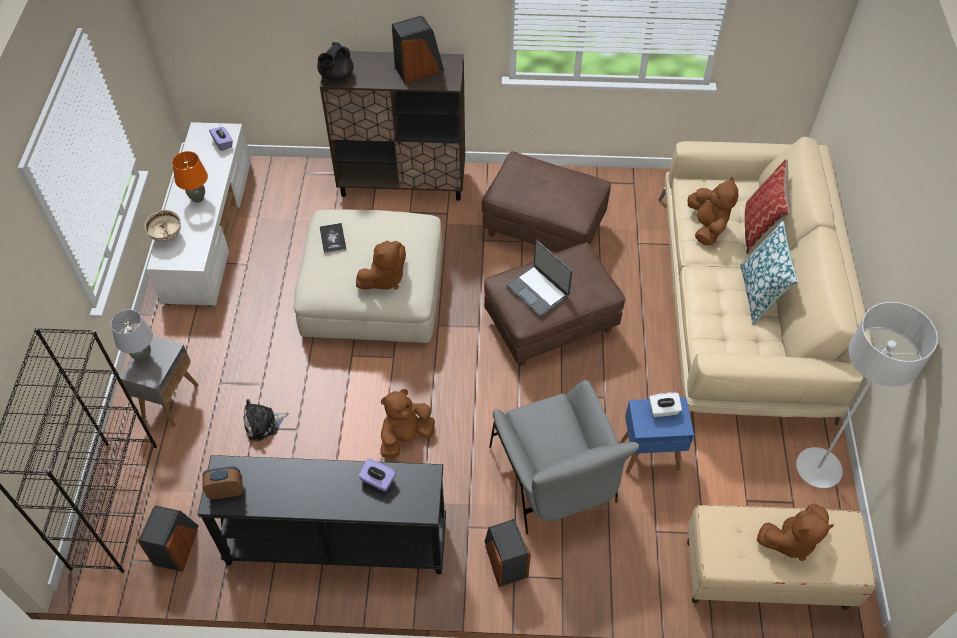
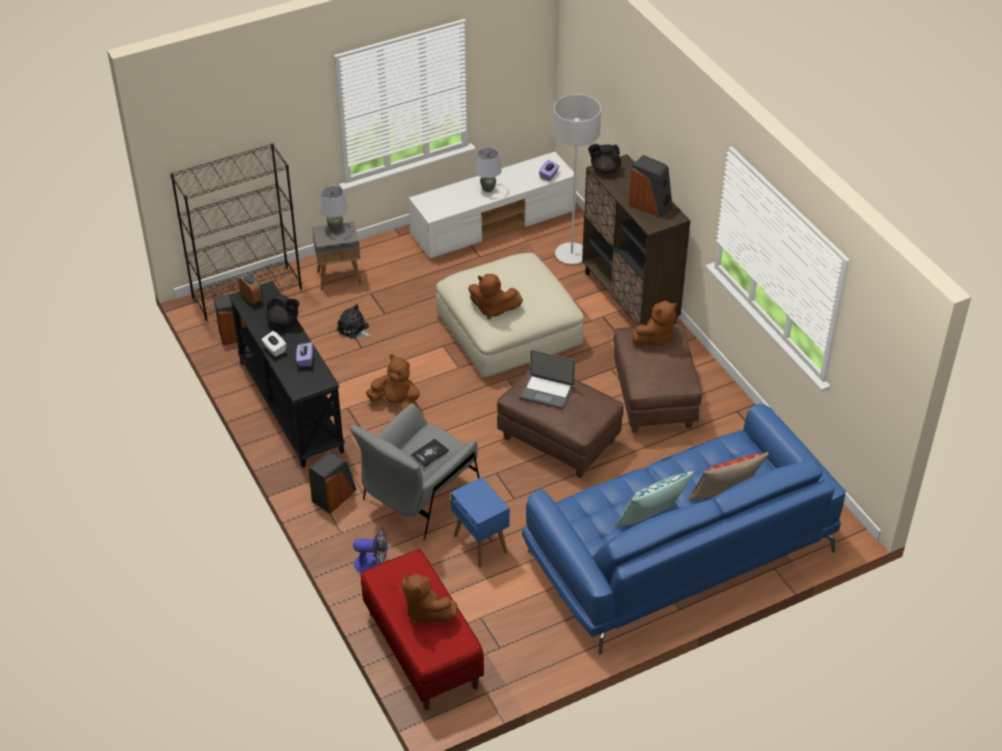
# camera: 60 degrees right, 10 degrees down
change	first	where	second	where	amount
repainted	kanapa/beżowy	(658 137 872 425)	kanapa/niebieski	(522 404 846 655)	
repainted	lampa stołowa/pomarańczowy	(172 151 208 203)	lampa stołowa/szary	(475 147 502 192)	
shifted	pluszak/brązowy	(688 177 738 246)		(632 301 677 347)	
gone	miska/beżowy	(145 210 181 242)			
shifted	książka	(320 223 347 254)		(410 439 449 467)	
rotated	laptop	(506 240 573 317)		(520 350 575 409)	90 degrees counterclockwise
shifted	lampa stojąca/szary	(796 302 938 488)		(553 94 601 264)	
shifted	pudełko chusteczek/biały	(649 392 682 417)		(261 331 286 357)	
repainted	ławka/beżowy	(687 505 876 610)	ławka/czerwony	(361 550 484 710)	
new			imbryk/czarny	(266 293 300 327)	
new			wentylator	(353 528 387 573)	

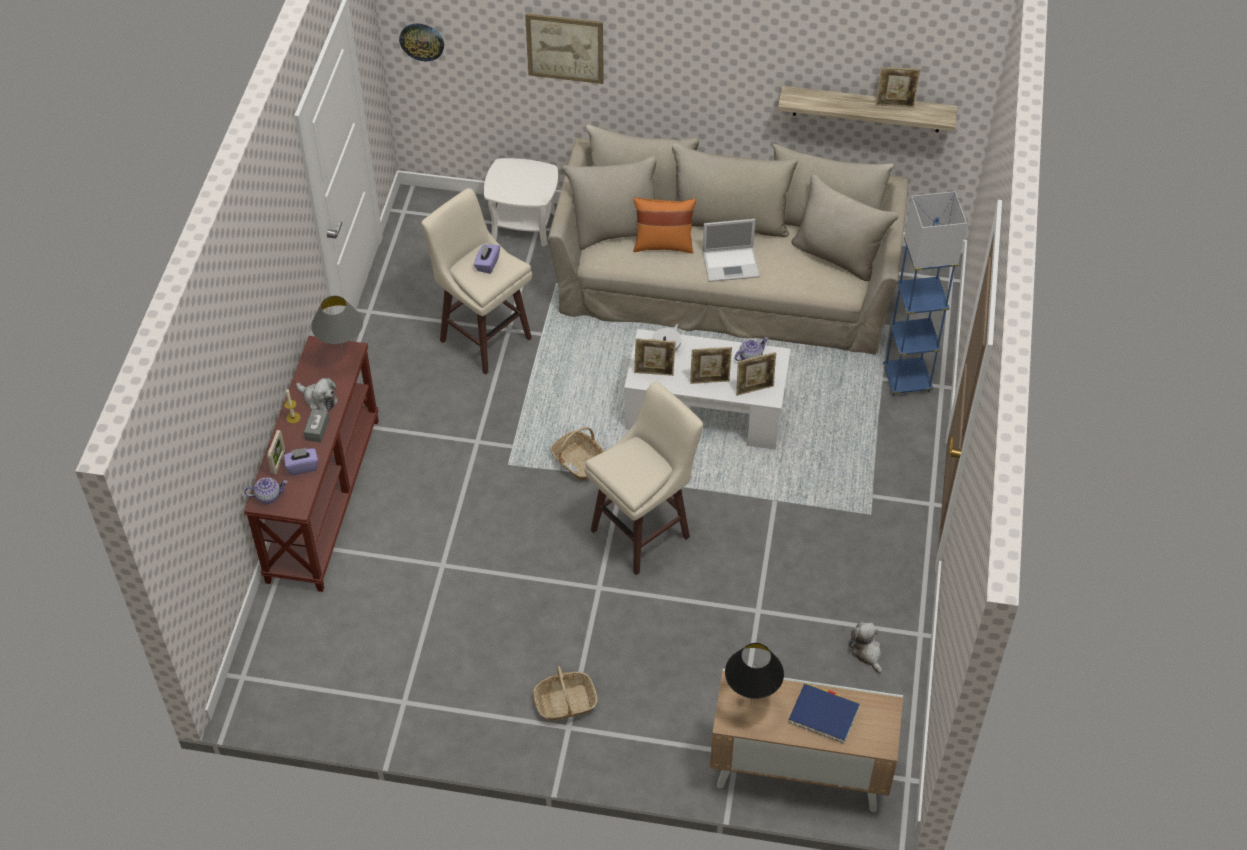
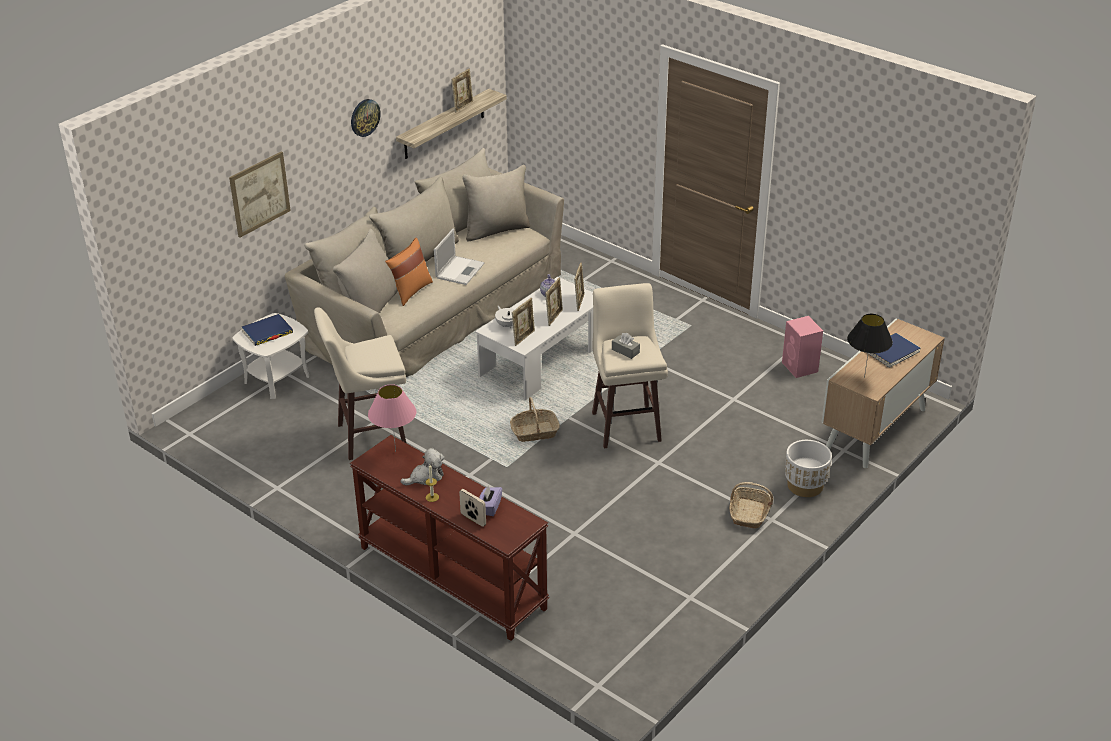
# camera: 60 degrees left, 15 degrees down
change	first	where	second	where	amount
shifted	zegar ścienny	(399 24 444 61)		(351 99 380 137)	
gone	lampa stojąca/niebieski	(883 191 967 396)			
gone	pudełko chusteczek/fioletowy	(474 244 500 274)			
repainted	lampa stołowa/szary	(311 296 363 360)	lampa stołowa/różowy	(368 384 416 452)	
shifted	pudełko chusteczek/szary	(304 409 329 442)		(612 333 640 359)	
gone	imbryk	(244 477 288 504)			
swapped	pluszak	(849 622 882 674)	głośnik/różowy	(782 316 823 378)	
new			książka/niebieski	(241 314 293 346)	
new			donica/biały	(785 440 832 497)	

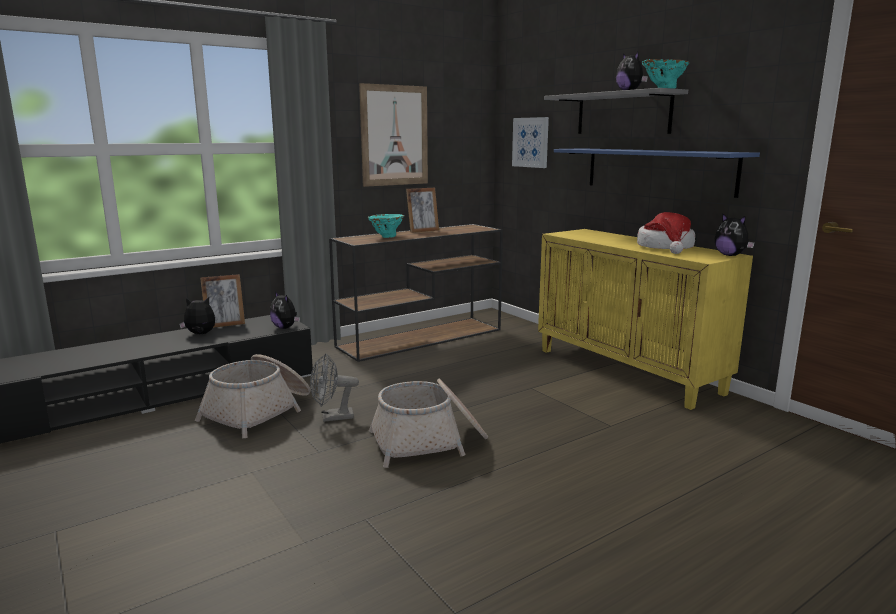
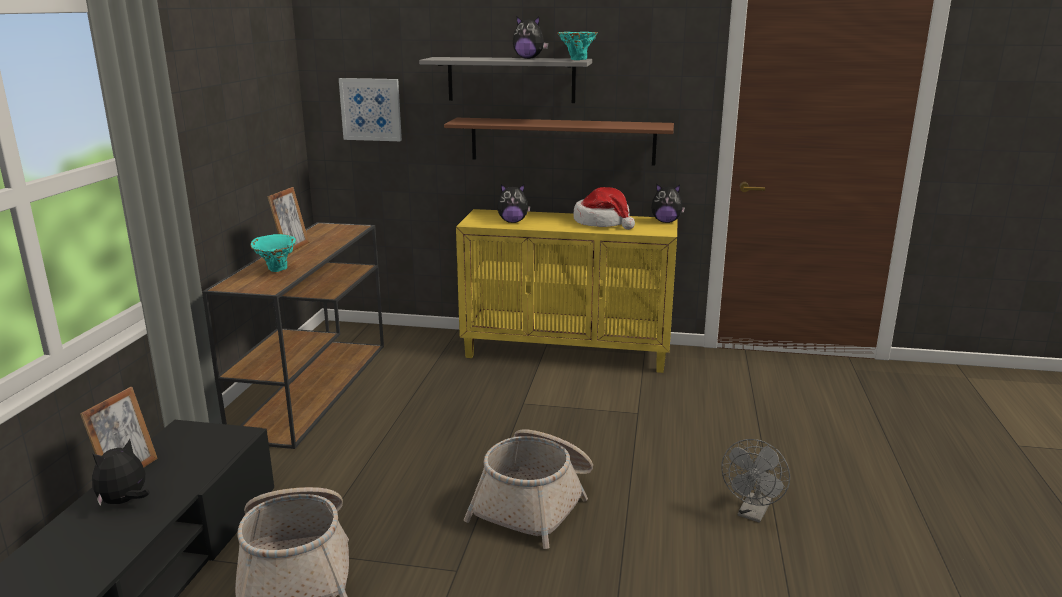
# camera: 45 degrees left, 5 degrees up
change	first	where	second	where	amount
gone	obraz	(359 83 428 187)			
repainted	półka/niebieski	(554 148 760 198)	półka/brązowy	(444 118 674 166)	
shifted	pluszak	(270 292 300 329)		(497 184 531 223)	
shifted	wentylator/szary	(310 353 359 422)		(721 439 790 523)	

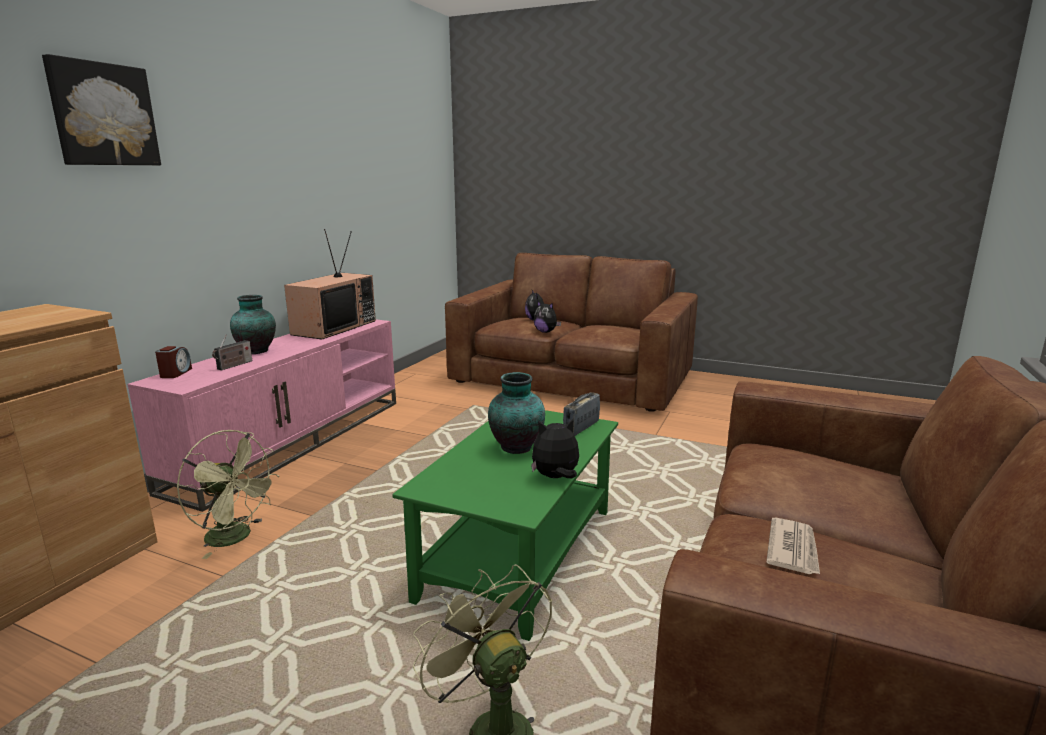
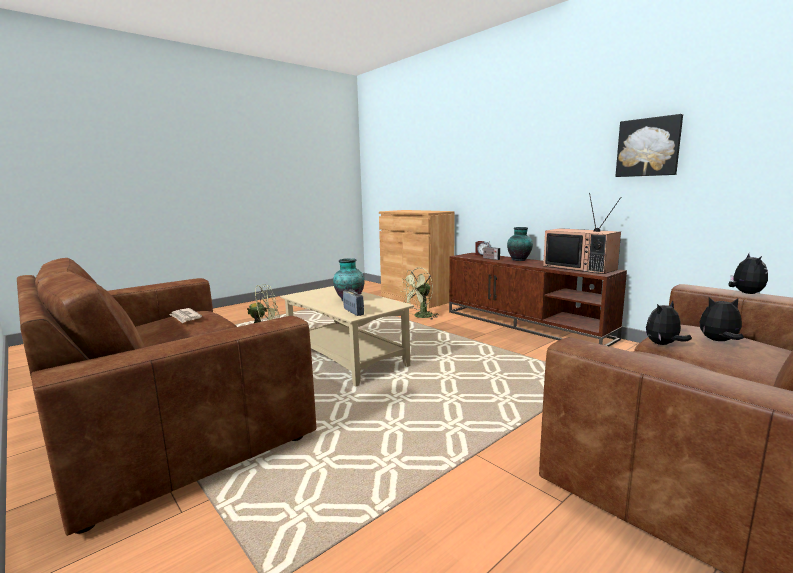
# camera: 115 degrees right, 5 degrees down
change	first	where	second	where	amount
shifted	obraz	(42 54 161 165)		(615 114 683 177)	
repainted	szafka pod telewizor/różowy	(127 319 396 512)	szafka pod telewizor/brązowy	(449 253 627 346)	
repainted	ława/zielony	(392 410 618 641)	ława/beżowy	(280 286 414 387)	
shifted	pluszak	(531 419 579 478)		(729 253 768 294)	

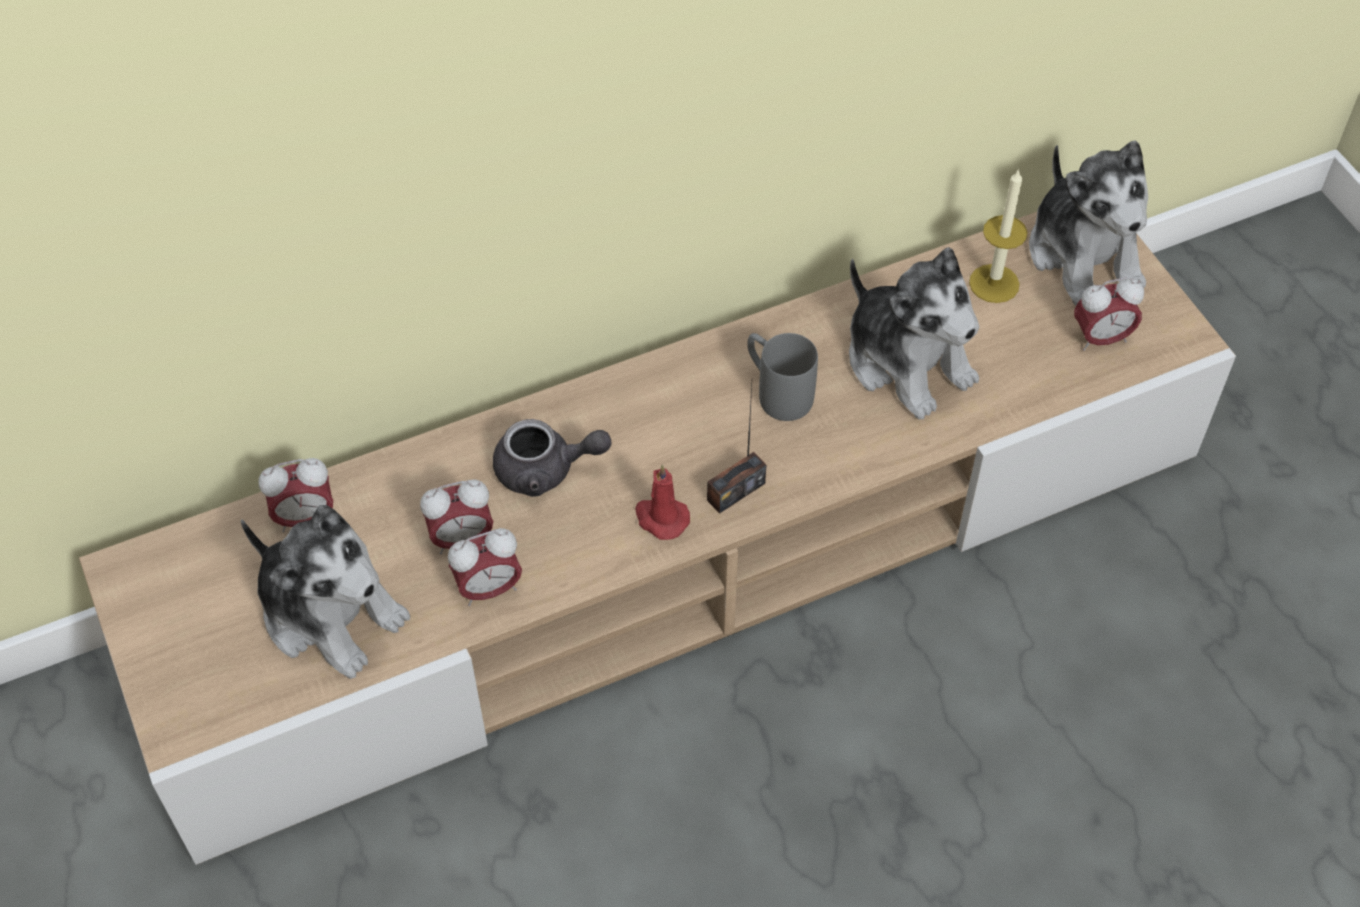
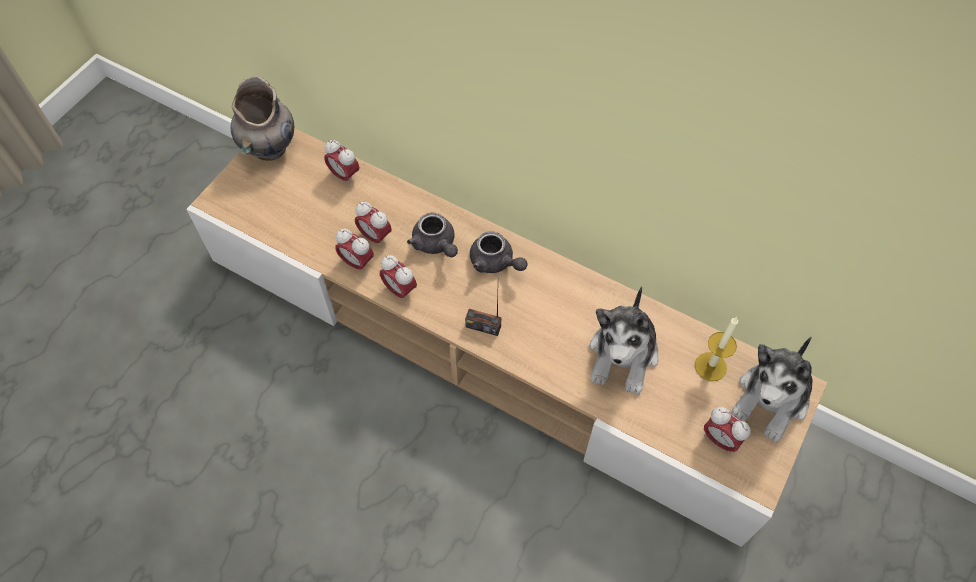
# camera: 55 degrees right, 5 degrees up
change	first	where	second	where	amount
gone	kubek/szary	(747 333 818 421)			
gone	świeca/czerwony	(635 464 690 540)			
gone	pluszak	(241 505 410 679)			
new			wazon/szary	(231 76 294 161)	
new			imbryk/szary	(470 231 528 273)	
new			budzik	(380 255 417 302)	

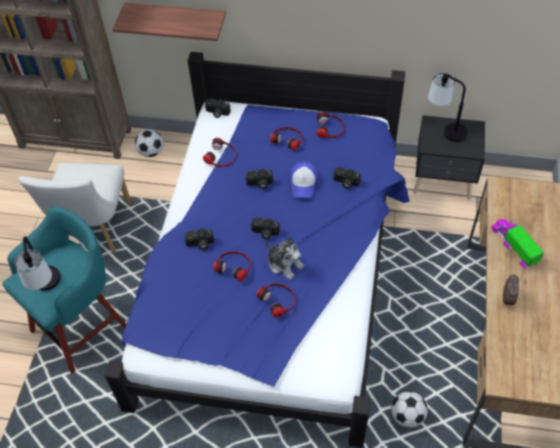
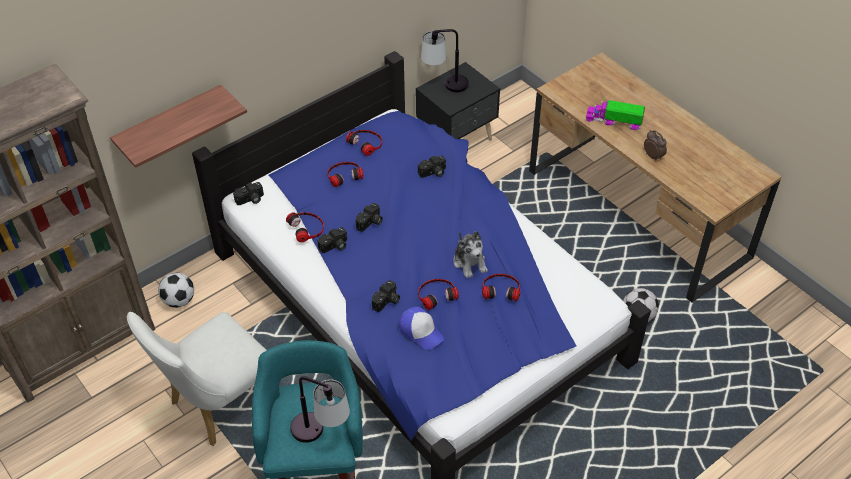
# camera: 50 degrees left, 5 degrees down
change	first	where	second	where	amount
shifted	czapka z daszkiem	(291 162 318 198)		(399 307 444 350)	
rotated	krzesło/biały	(18 163 131 254)		(127 312 266 446)	90 degrees clockwise
shifted	aparat fotograficzny	(251 217 280 240)		(318 227 347 253)	
rotated	pluszak	(265 237 304 280)		(453 231 488 278)	75 degrees clockwise

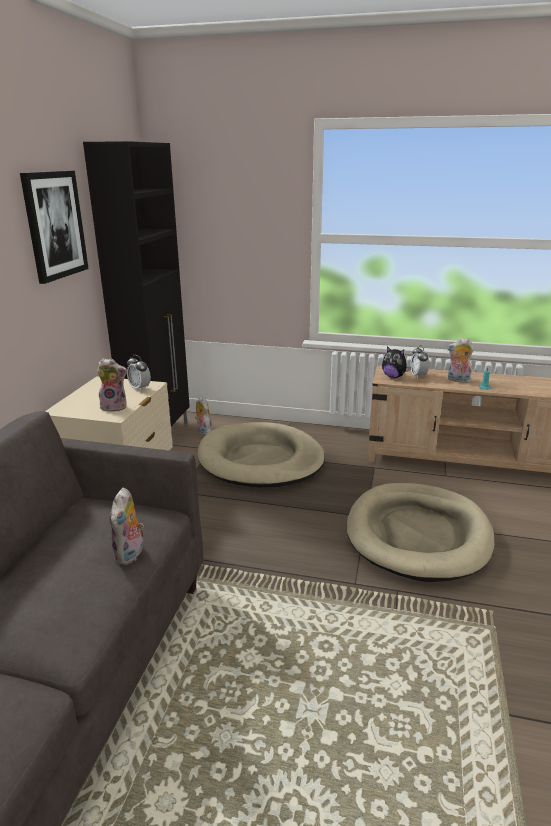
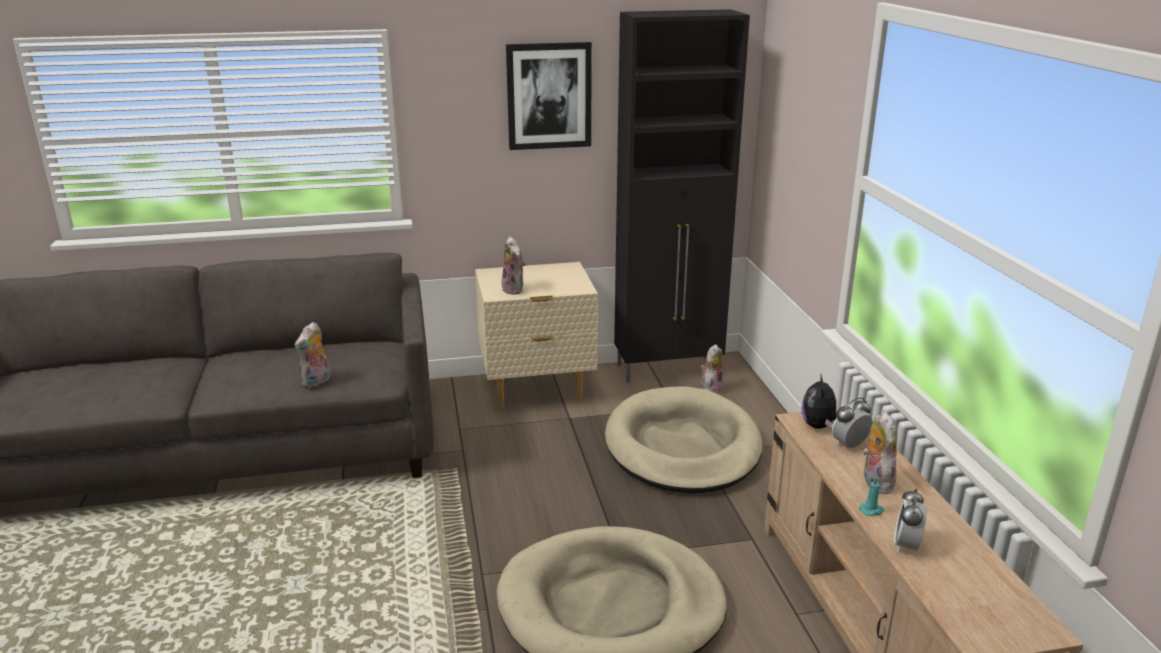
# camera: 65 degrees right, 0 degrees up
change	first	where	second	where	amount
shifted	budzik	(127 355 151 392)		(894 489 927 552)	
rotated	pluszak	(109 488 144 565)		(295 322 331 388)	45 degrees counterclockwise

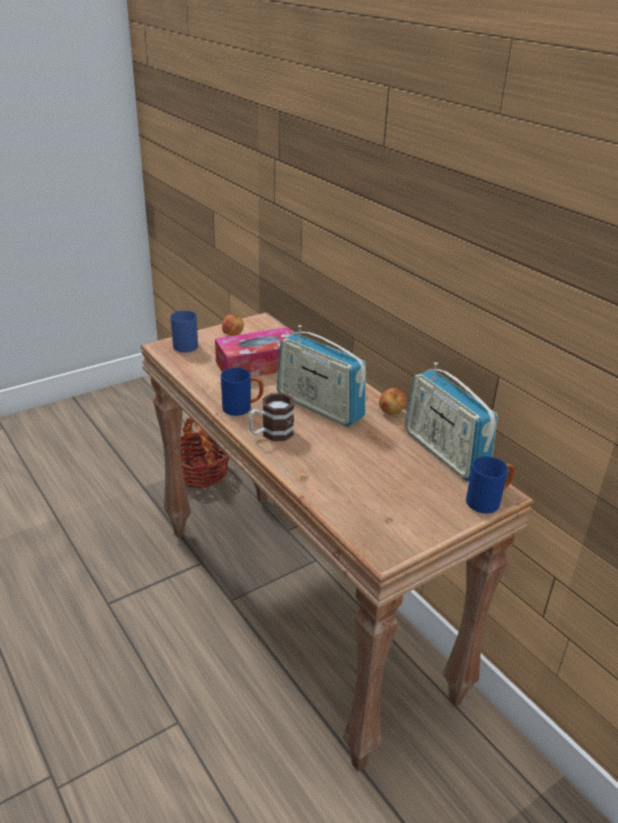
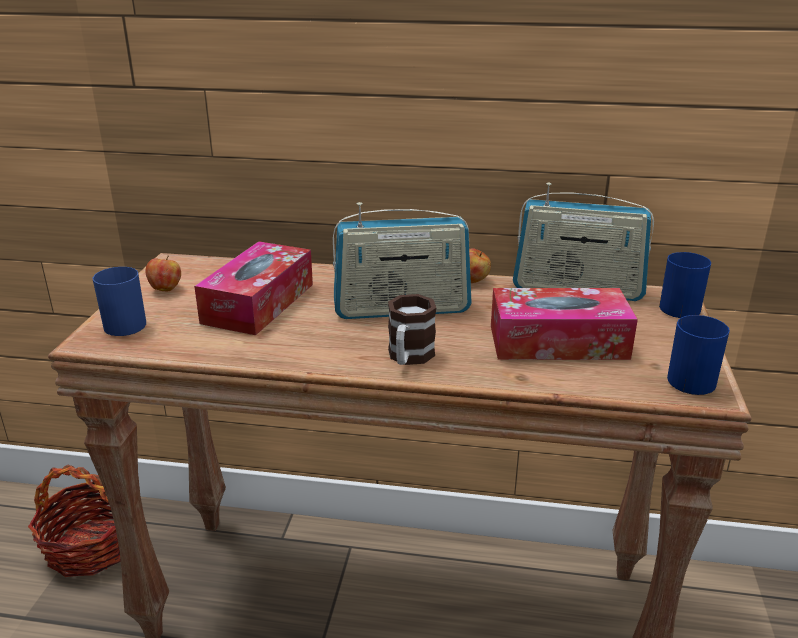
# camera: 45 degrees left, 5 degrees down
change	first	where	second	where	amount
shifted	kubek/niebieski	(221 368 264 416)		(667 315 730 395)	
new			pudełko chusteczek	(491 288 638 360)	

